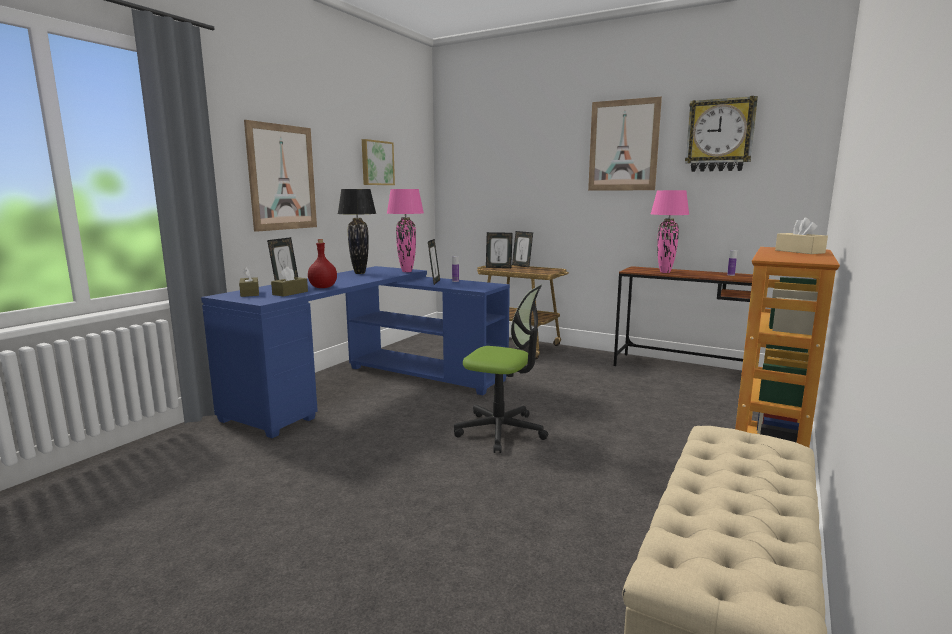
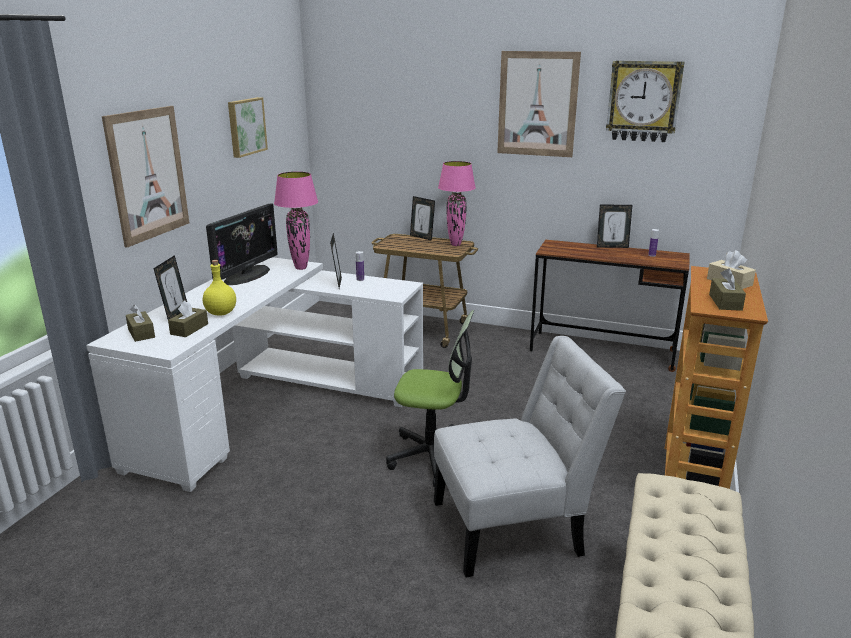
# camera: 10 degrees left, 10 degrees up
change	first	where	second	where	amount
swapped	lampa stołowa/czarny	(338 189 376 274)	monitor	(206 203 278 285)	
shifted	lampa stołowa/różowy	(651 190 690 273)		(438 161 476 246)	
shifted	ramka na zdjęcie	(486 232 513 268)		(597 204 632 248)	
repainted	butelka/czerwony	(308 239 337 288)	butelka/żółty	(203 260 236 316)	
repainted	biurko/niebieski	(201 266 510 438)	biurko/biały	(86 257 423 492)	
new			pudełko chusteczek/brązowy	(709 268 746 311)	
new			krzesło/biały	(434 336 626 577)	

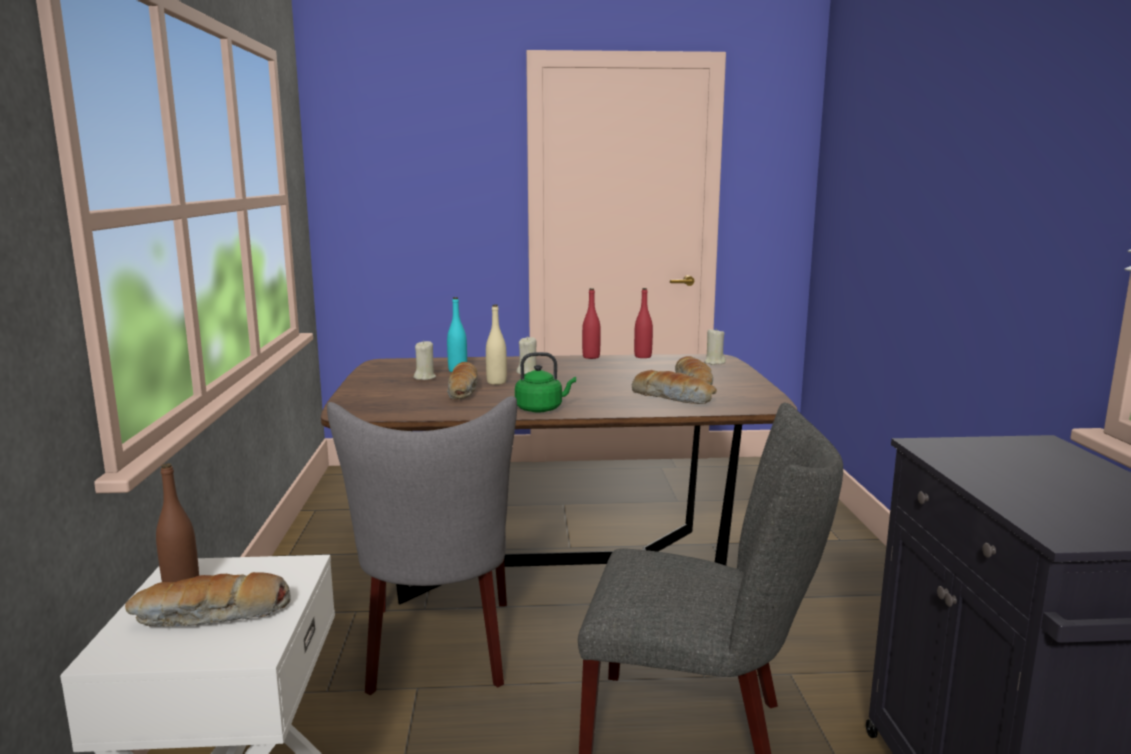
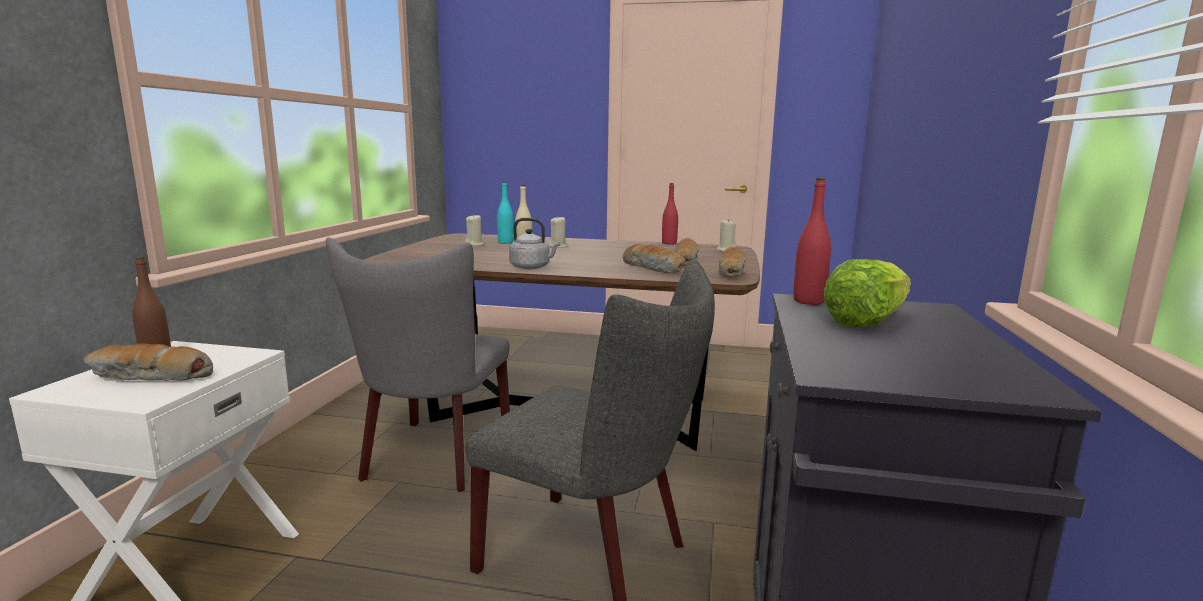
# camera: 15 degrees right, 0 degrees up
change	first	where	second	where	amount
shifted	butelka/czerwony	(582 288 601 359)		(794 178 831 305)	
repainted	czajnik/zielony	(515 352 576 413)	czajnik/szary	(509 218 560 269)	
shifted	chleb	(447 362 477 399)		(718 247 747 278)	
new			sałata	(823 259 911 327)	

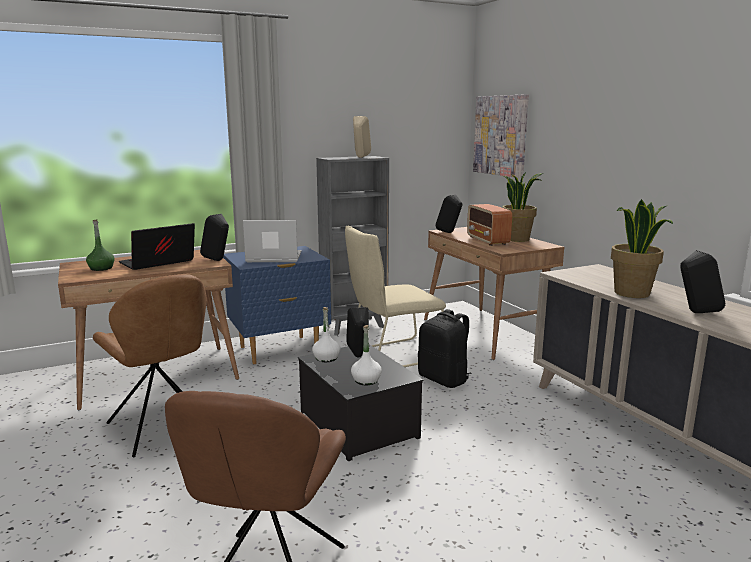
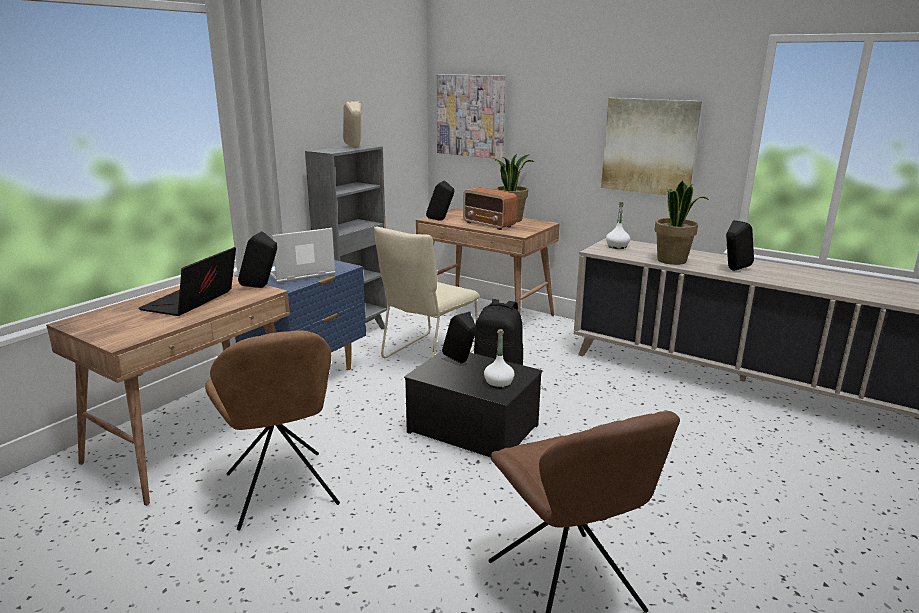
# camera: 30 degrees left, 5 degrees up
change	first	where	second	where	amount
gone	butelka/zielony	(86 219 115 271)			
rotated	krzesło/brązowy	(93 274 207 457)		(205 330 340 531)	45 degrees clockwise
shifted	butelka/biały	(312 307 340 362)		(606 202 630 249)	
new			obraz	(601 98 702 195)	

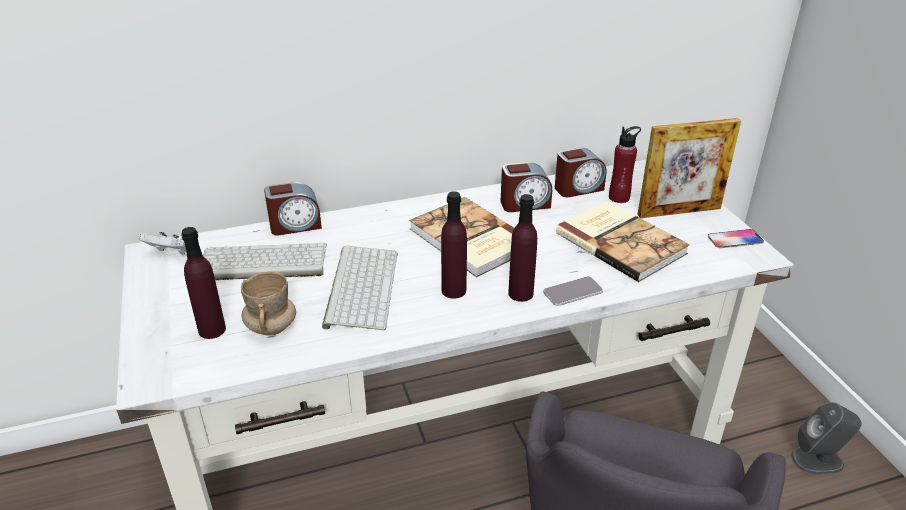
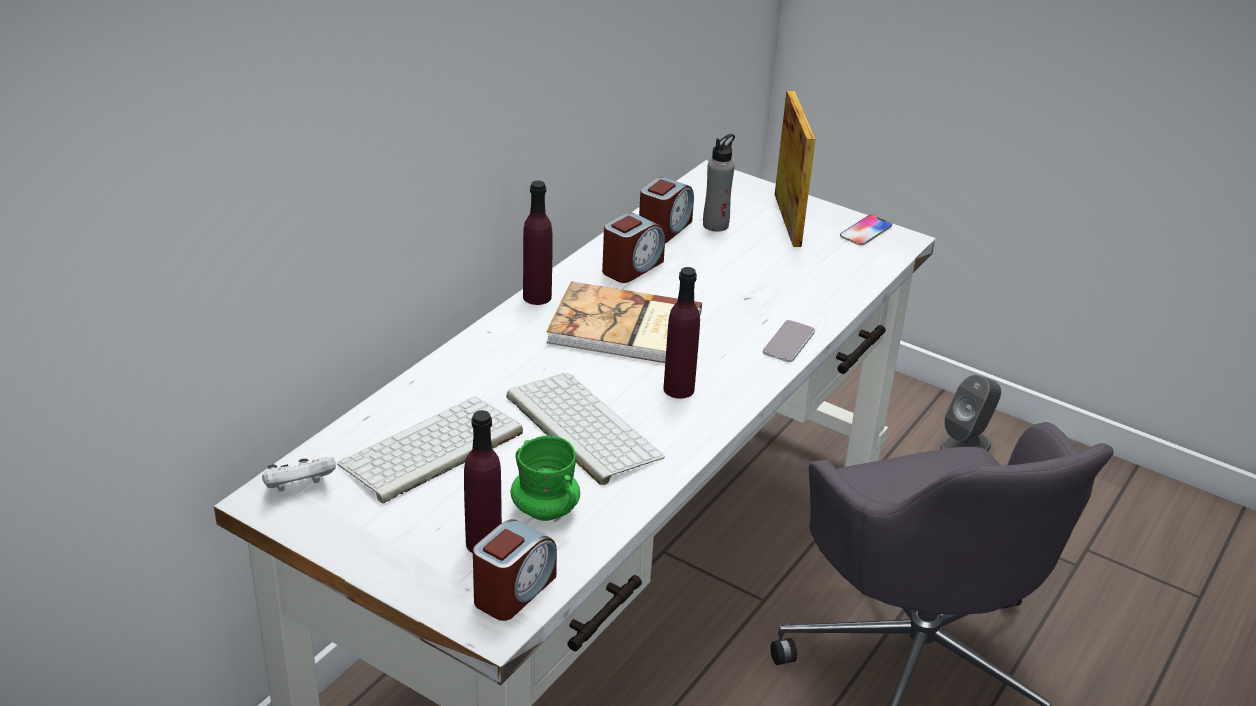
# camera: 40 degrees left, 0 degrees up
change	first	where	second	where	amount
rotated	ramka na zdjęcie	(637 118 741 218)		(775 91 816 247)	45 degrees counterclockwise
repainted	butelka/czerwony	(609 126 641 203)	butelka/szary	(703 134 735 232)	
shifted	budzik	(264 182 322 236)		(473 519 557 621)	
shifted	butelka/fioletowy	(508 194 537 302)		(523 181 553 305)	
gone	książka	(556 201 690 282)			
repainted	kubek/beżowy	(241 271 296 336)	kubek/zielony	(511 435 580 521)	

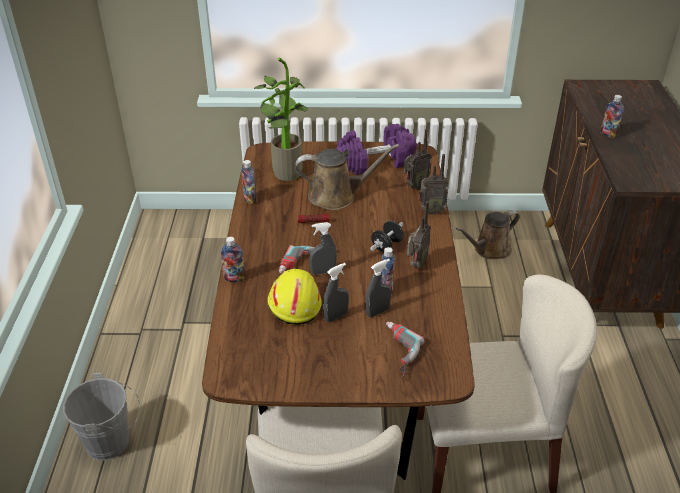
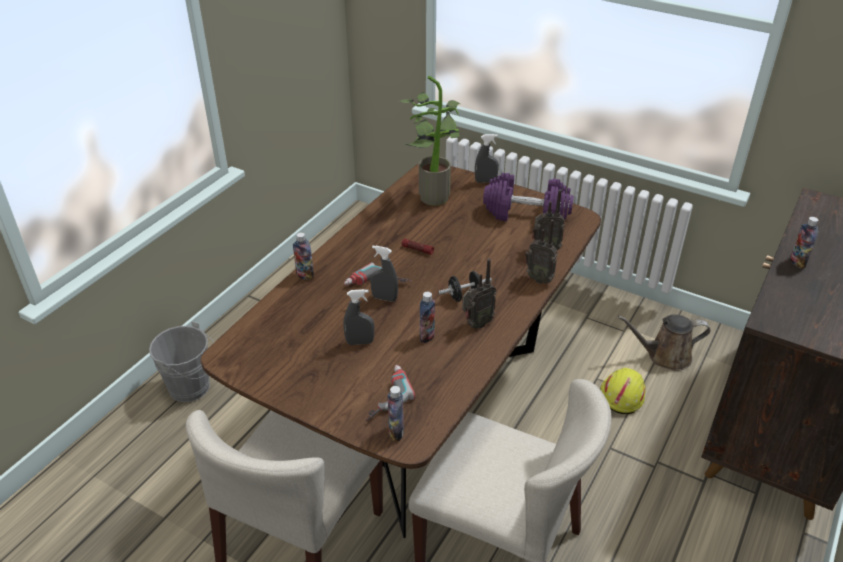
# camera: 30 degrees right, 0 degrees up
change	first	where	second	where	amount
gone	konewka/brązowy	(295 144 400 210)			
shifted	butelka	(241 160 256 204)		(388 386 404 441)	
shifted	spryskiwacz/szary	(365 259 391 317)		(475 134 499 183)	
shifted	kask/żółty	(267 269 322 325)		(600 368 645 414)	

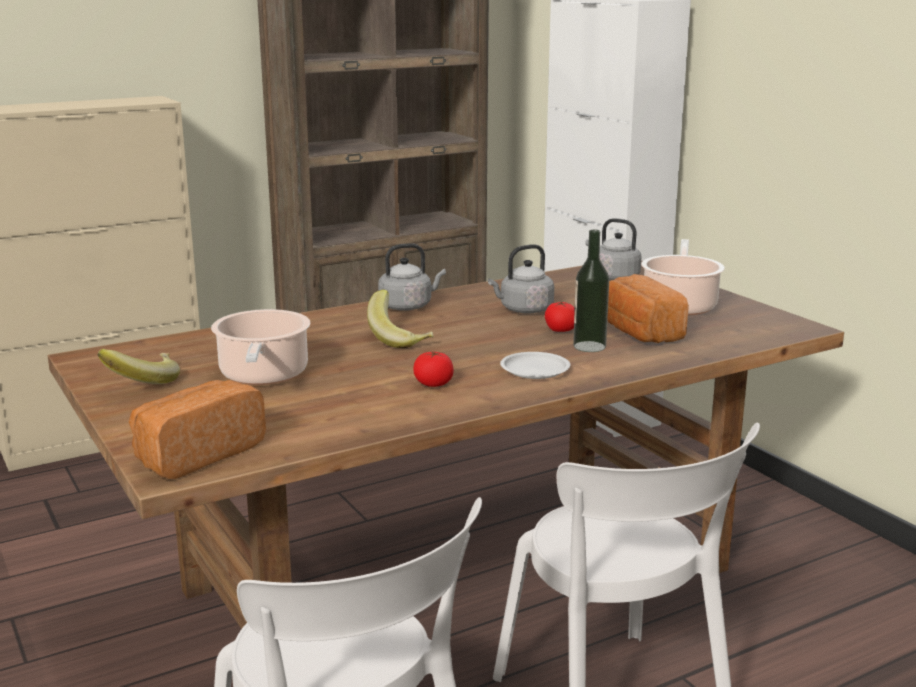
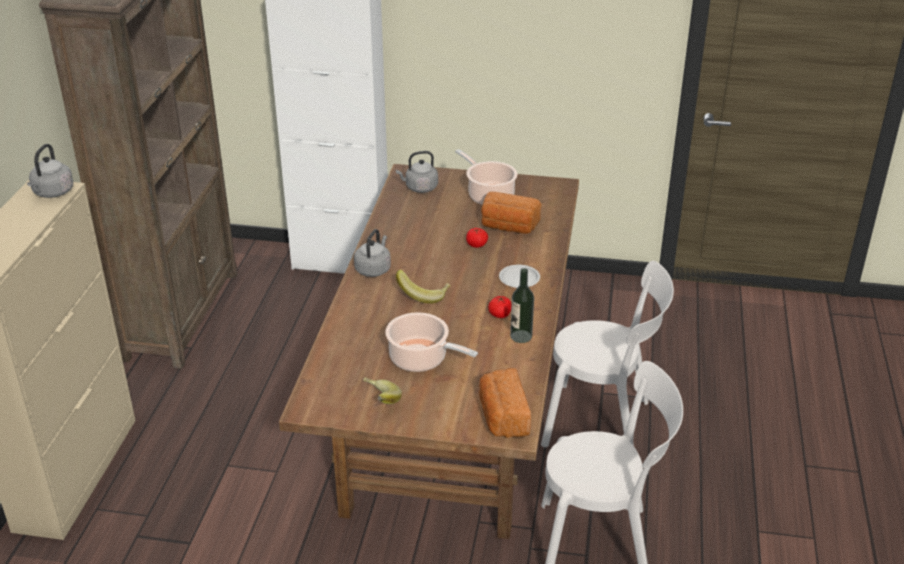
# camera: 50 degrees left, 15 degrees up
change	first	where	second	where	amount
shifted	butelka	(573 230 609 352)		(510 268 534 343)	
shifted	czajnik/szary	(488 244 554 314)		(27 144 73 198)	

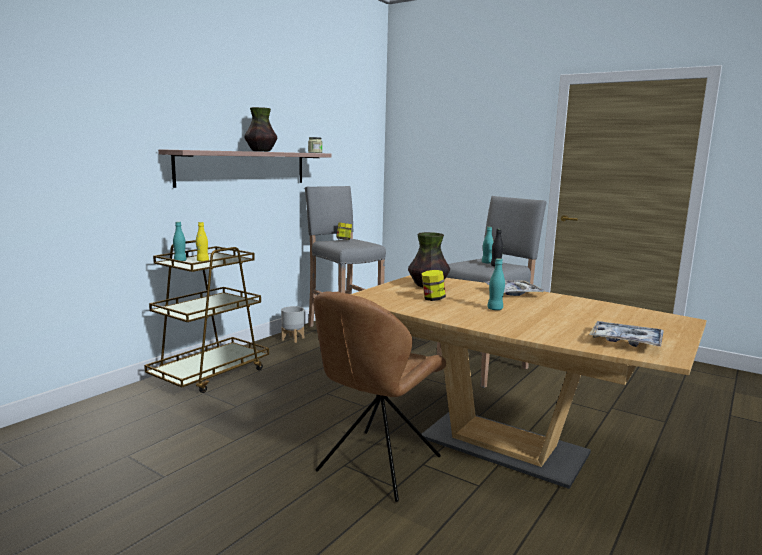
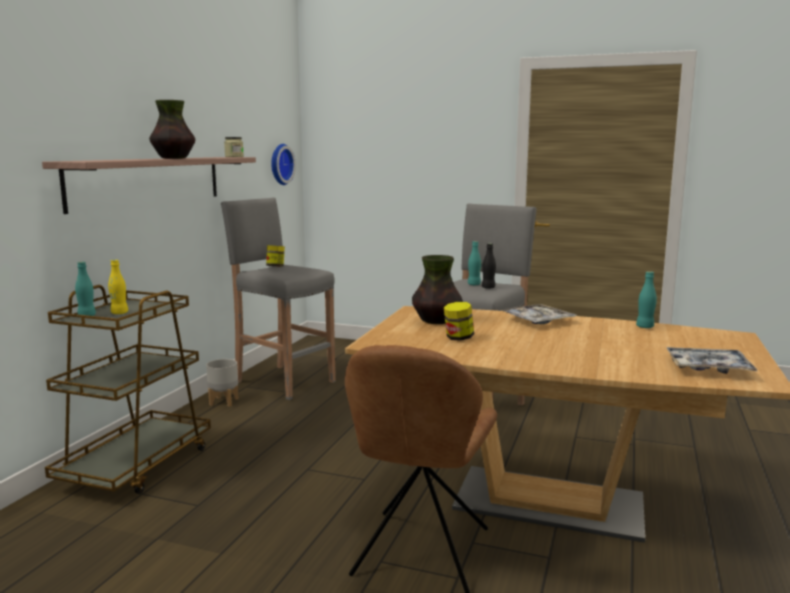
# camera: 15 degrees left, 0 degrees up
change	first	where	second	where	amount
shifted	butelka/turkusowy	(487 258 505 310)		(636 271 657 328)	
new			zegar ścienny	(271 144 296 185)	

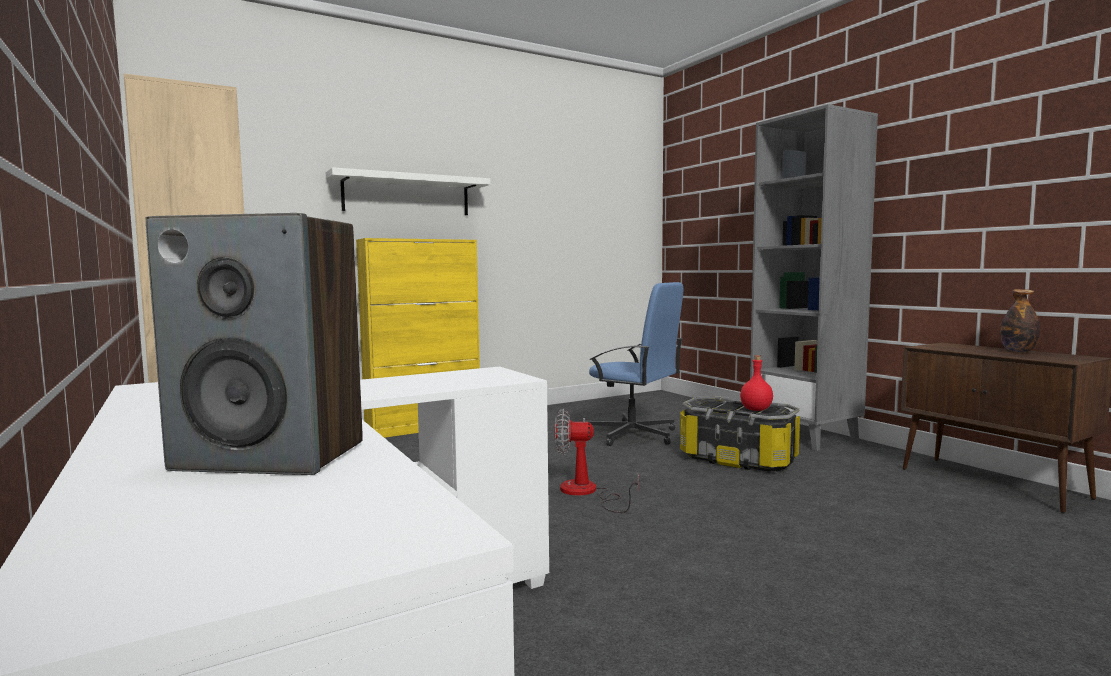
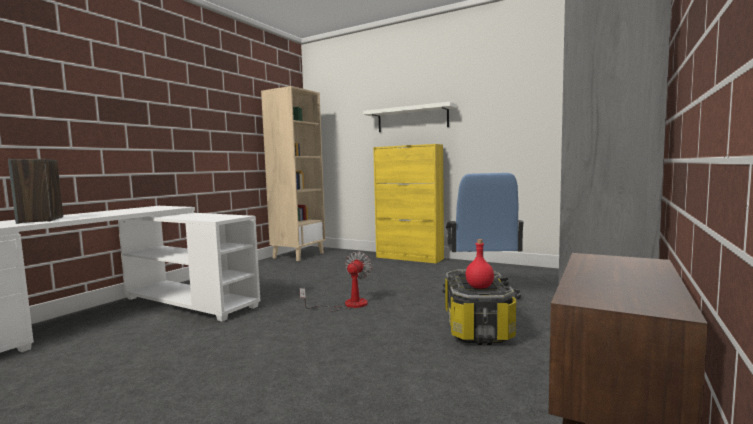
# camera: 60 degrees right, 0 degrees up
change	first	where	second	where	amount
gone	butelka	(1000 289 1040 352)			
rotated	wentylator	(555 409 639 513)		(299 251 372 311)	45 degrees clockwise

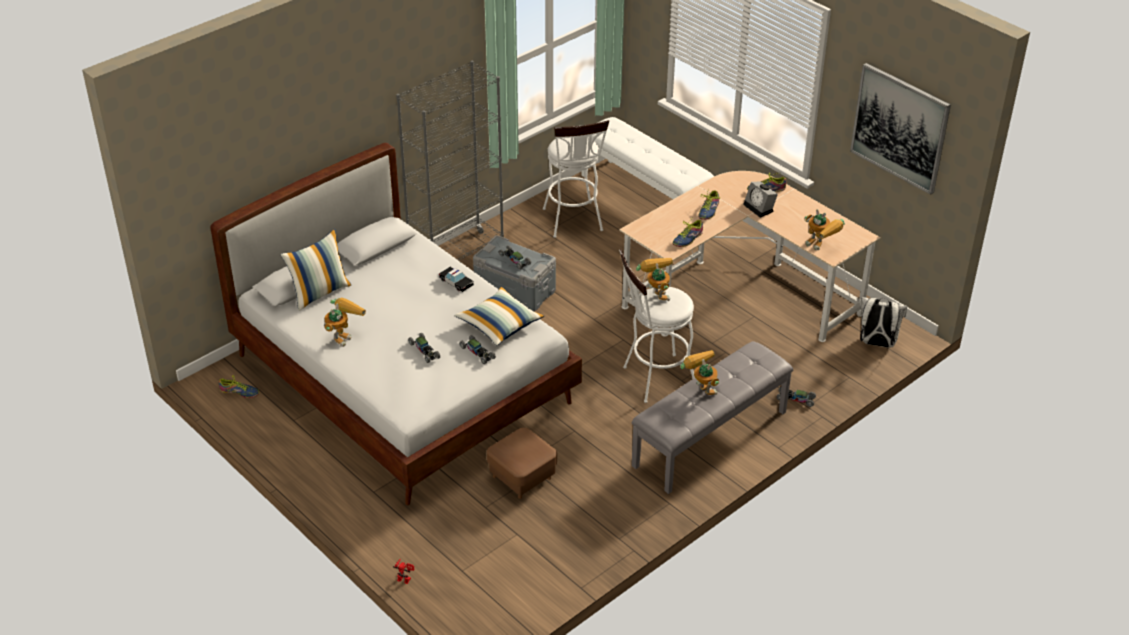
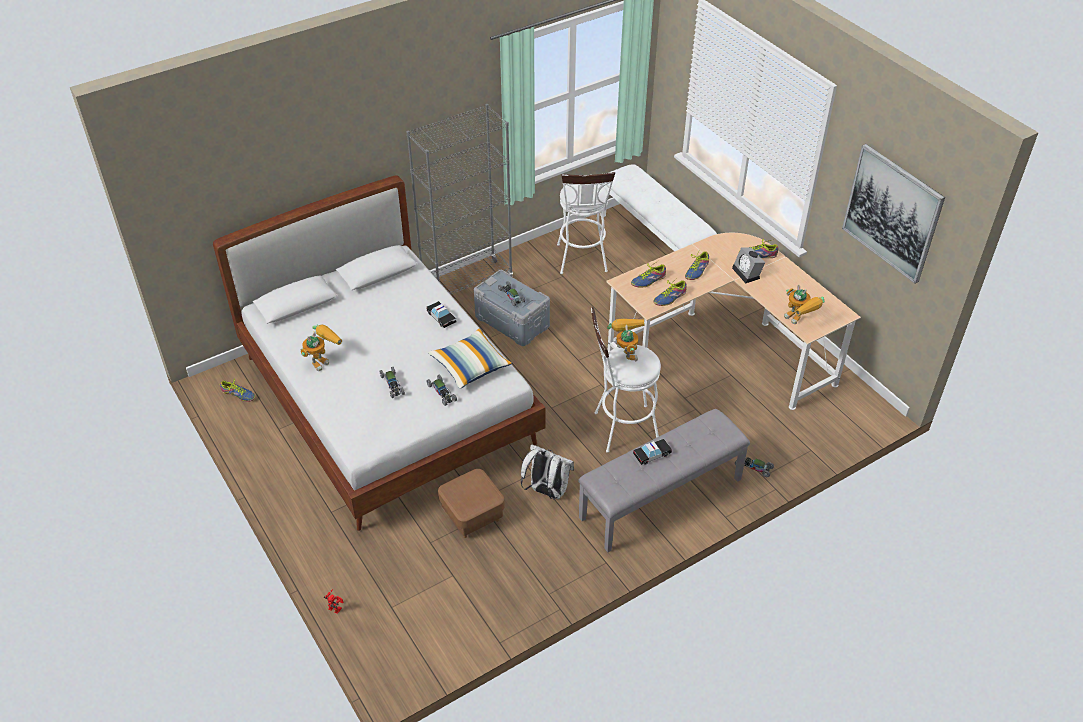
# camera: 10 degrees right, 5 degrees up
change	first	where	second	where	amount
gone	poduszka	(281 229 351 311)			
shifted	plecak/biały	(860 297 907 348)		(521 444 574 499)	
swapped	robot zabawkowy	(680 350 719 395)	samochodzik	(633 439 672 465)	
new			but	(631 262 666 287)	

